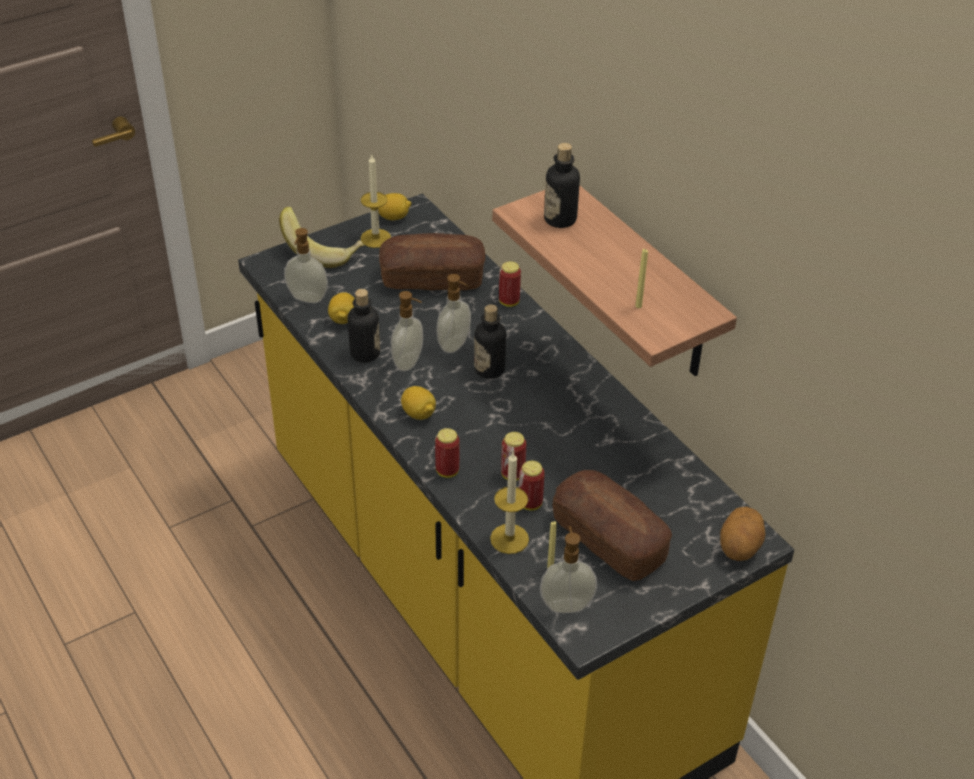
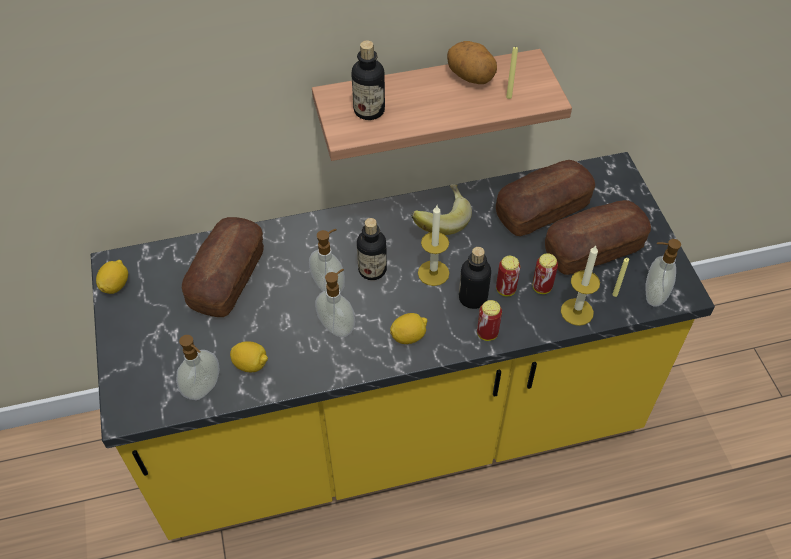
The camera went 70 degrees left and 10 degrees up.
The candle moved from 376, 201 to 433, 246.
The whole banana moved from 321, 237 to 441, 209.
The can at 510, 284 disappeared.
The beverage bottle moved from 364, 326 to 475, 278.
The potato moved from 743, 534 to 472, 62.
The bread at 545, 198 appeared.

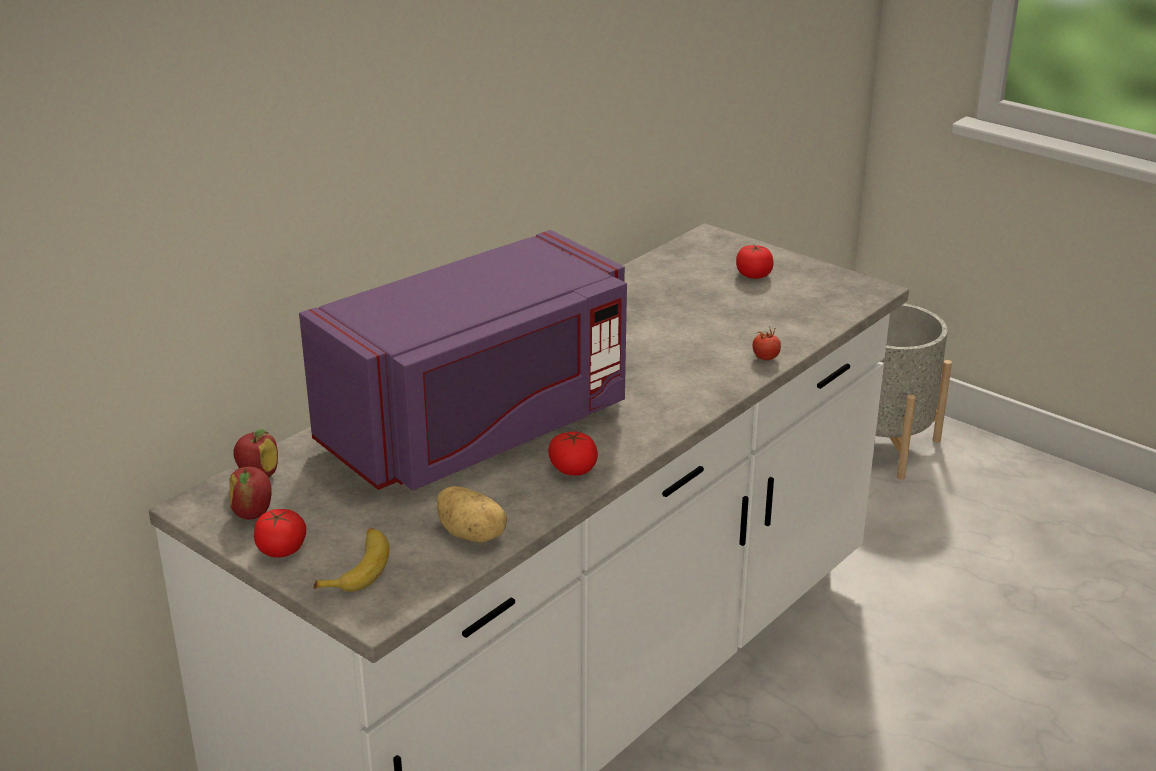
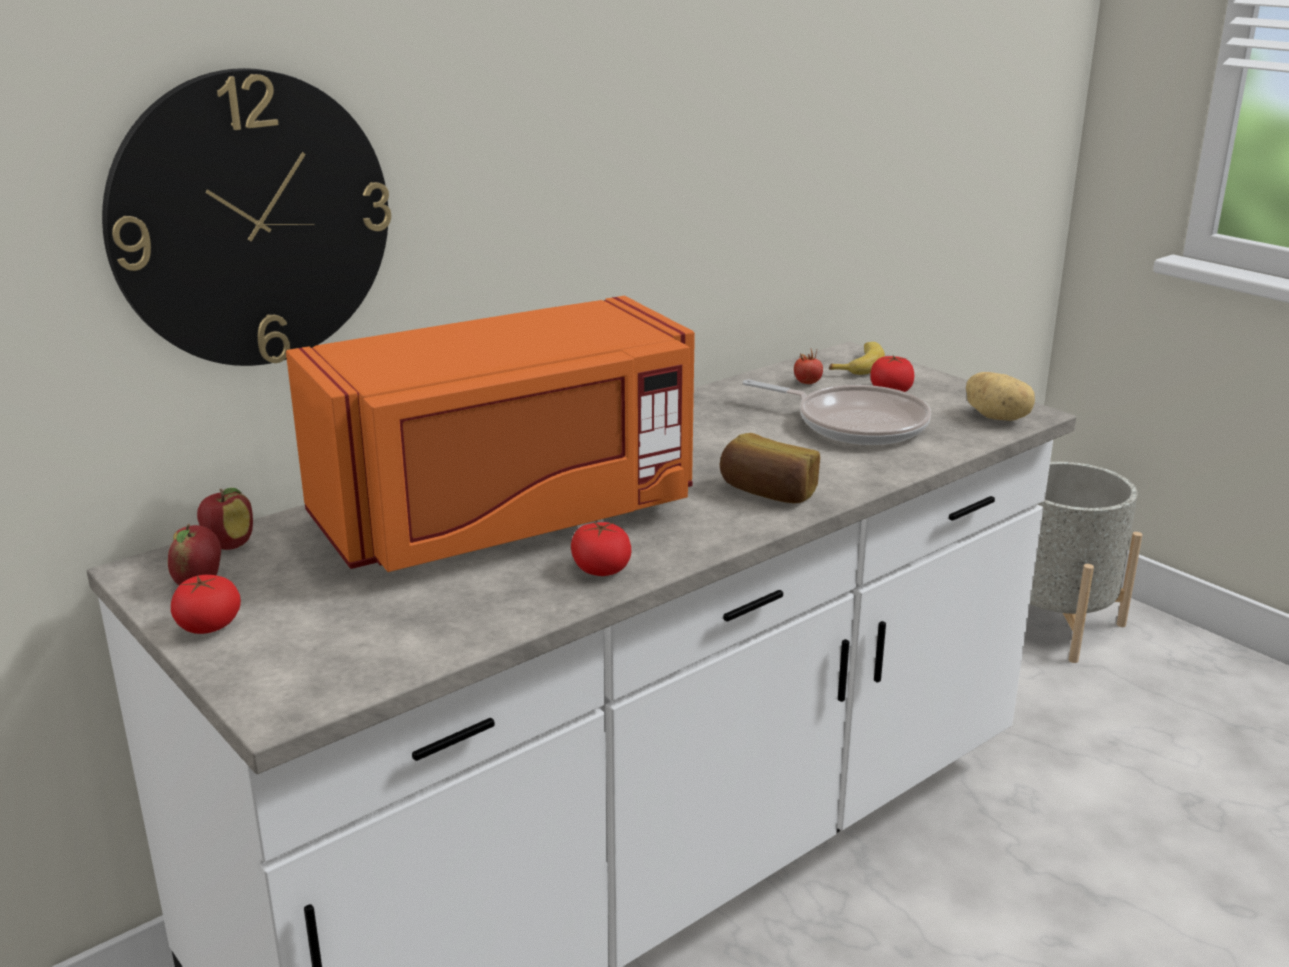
The camera went 10 degrees right and 5 degrees down.
The purple-coloured kitchen microwave at 463, 360 became the orange-coloured kitchen microwave at 490, 434.
The tomato moved from 767, 343 to 808, 367.
The potato moved from 472, 514 to 1000, 396.
The whole banana moved from 351, 560 to 857, 358.
The hanging clock at 246, 217 appeared.
The pan at 837, 412 appeared.
The bread at 770, 468 appeared.

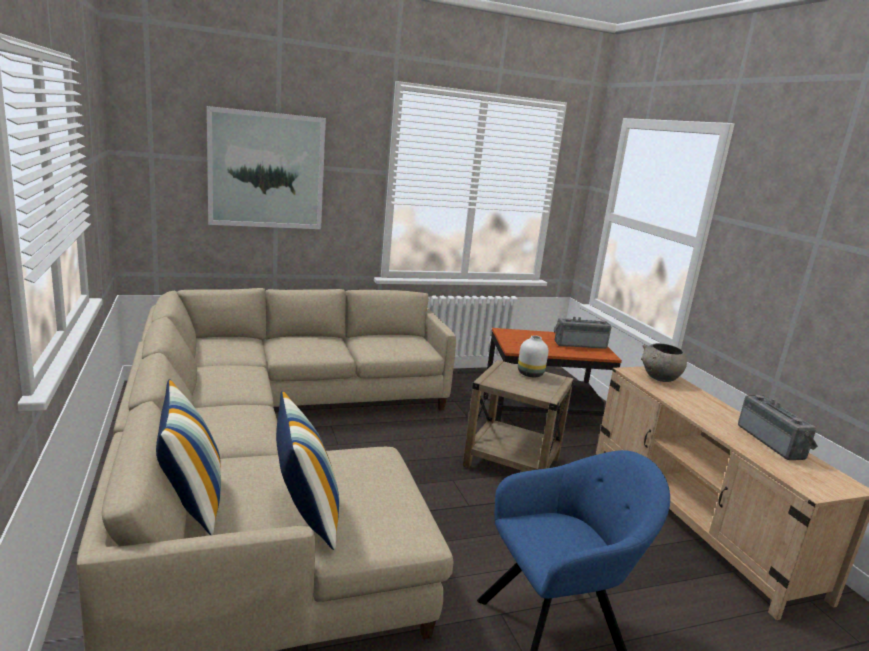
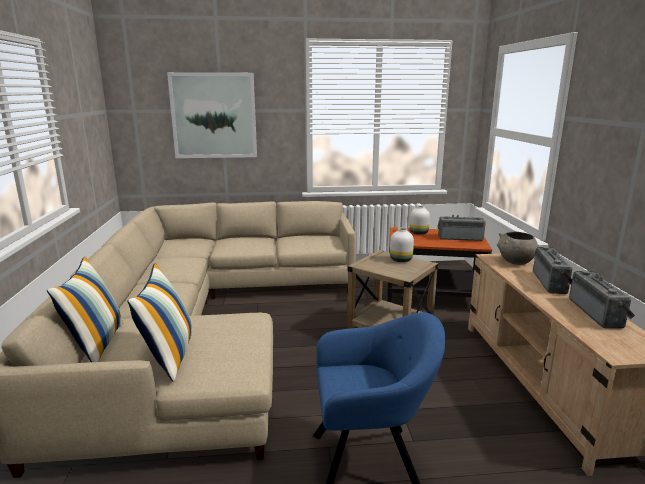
The camera went 15 degrees right and 0 degrees up.
The whitish decorative vase at 419, 220 appeared.
The radio set at 553, 270 appeared.

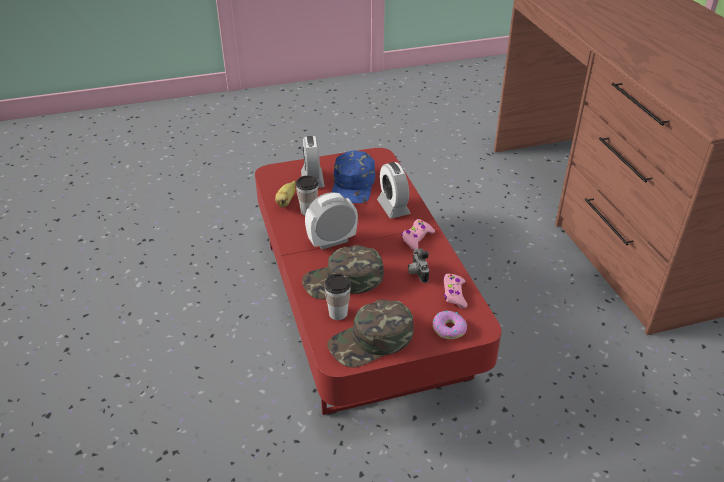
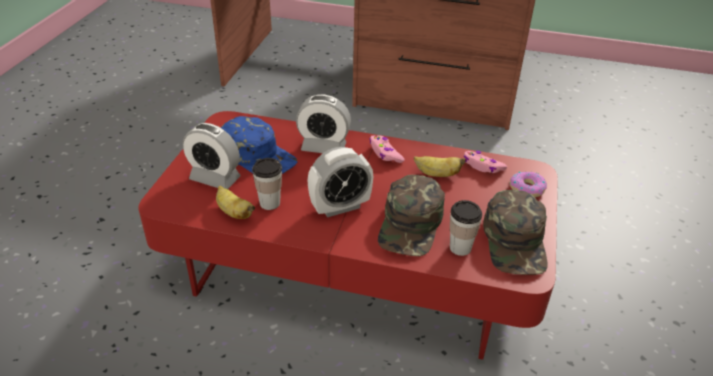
The camera went 60 degrees left and 0 degrees up.
The alarm clock at 331, 220 turned 120 degrees counterclockwise.
The still camera at 418, 265 was replaced by the whole banana at 440, 166.

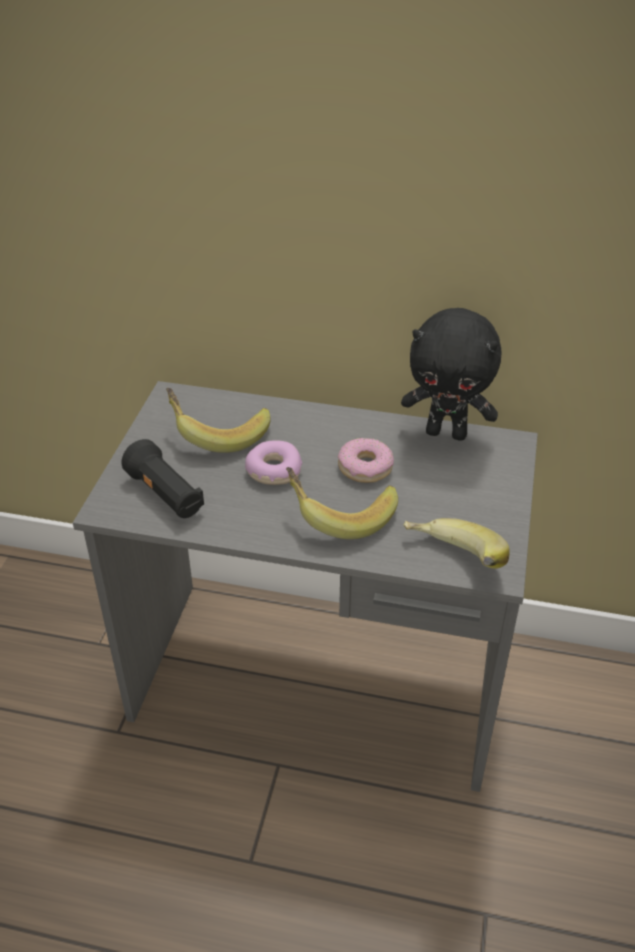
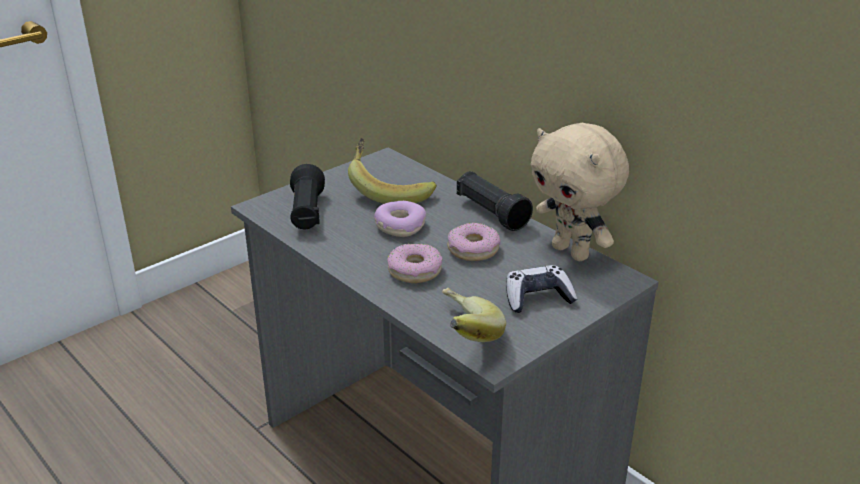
The camera went 35 degrees right and 10 degrees down.
The black cuddly toy at 451, 374 became the beige cuddly toy at 579, 192.
The whole banana at 342, 503 was replaced by the ring doughnut at 414, 263.
The black hand torch at 495, 201 appeared.
The game controller at 541, 289 appeared.

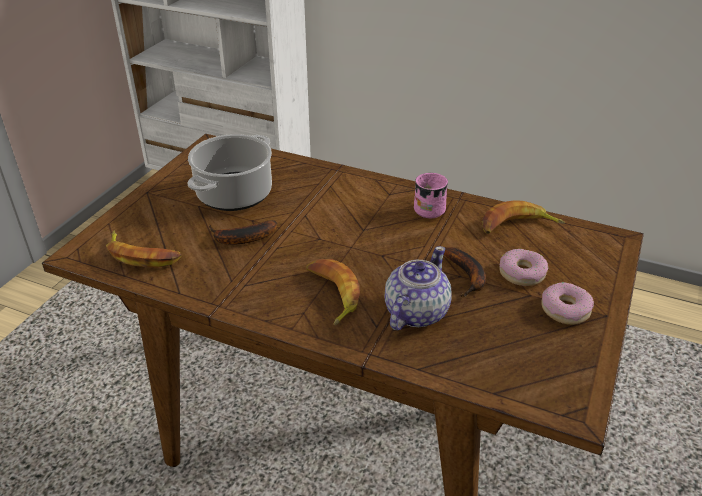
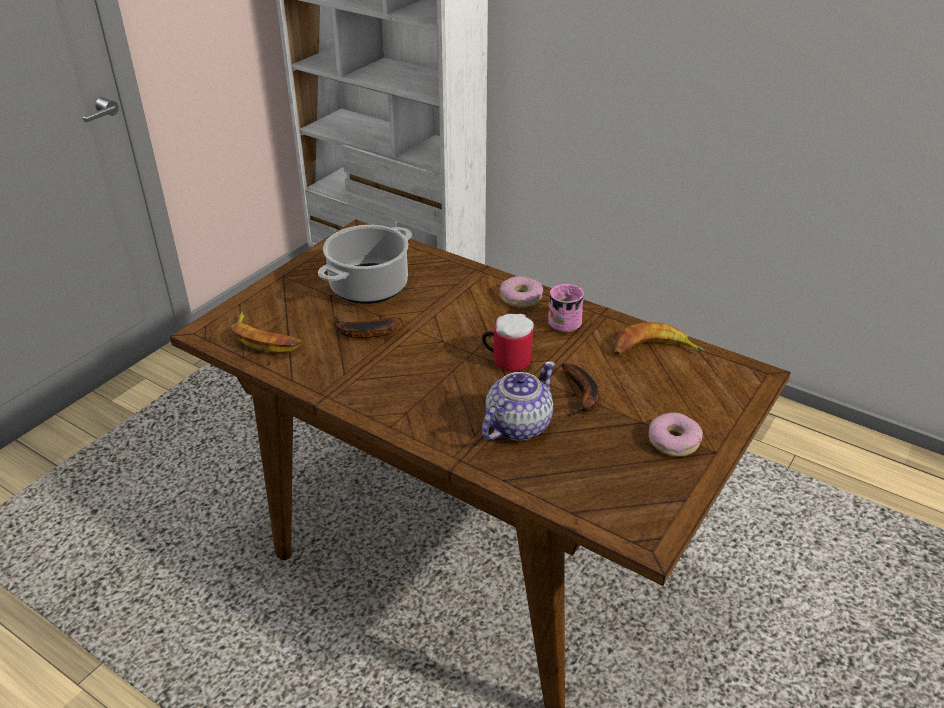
The camera went 10 degrees right and 0 degrees up.
The ring doughnut moved from 523, 267 to 521, 292.
The whole banana at 333, 292 disappeared.
The mug at 508, 342 appeared.

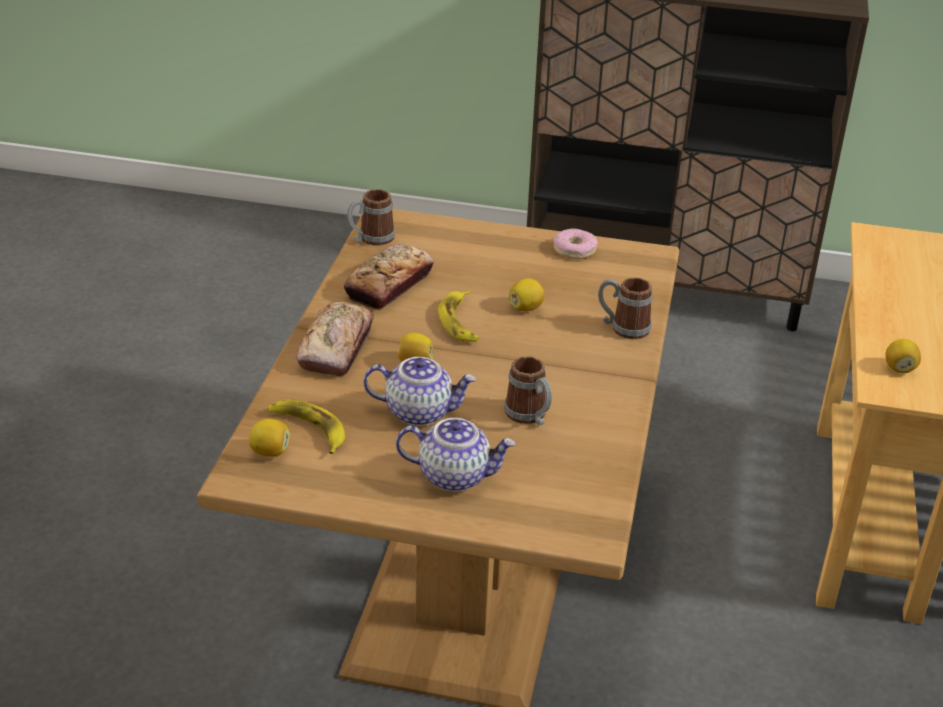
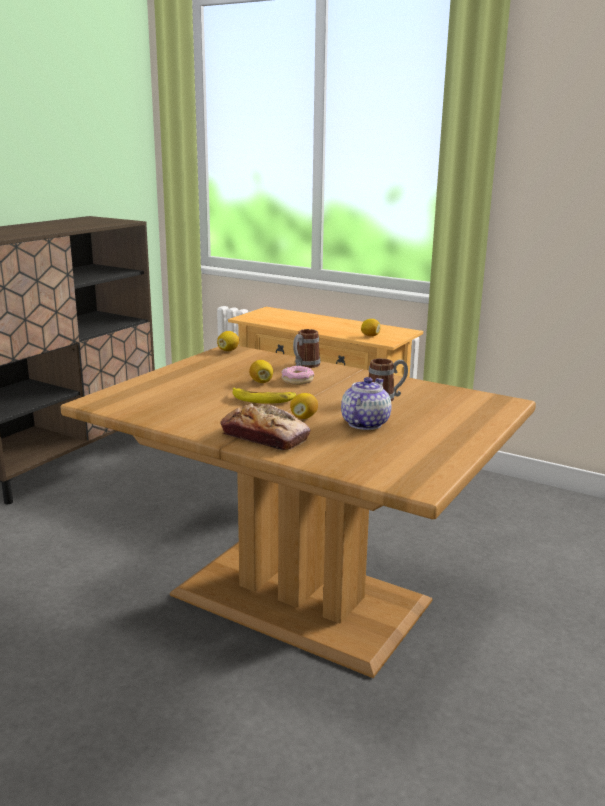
The camera went 70 degrees left and 15 degrees down.
The mug at 371, 217 disappeared.
The ring doughnut moved from 575, 244 to 297, 375.
The bread at 389, 276 disappeared.
The whole banana at 306, 426 disappeared.
The pot for tea at 456, 455 disappeared.
The lemon moved from 269, 438 to 228, 341.

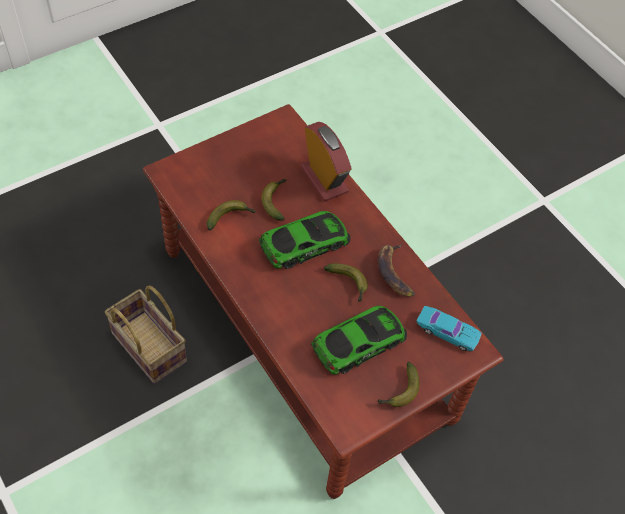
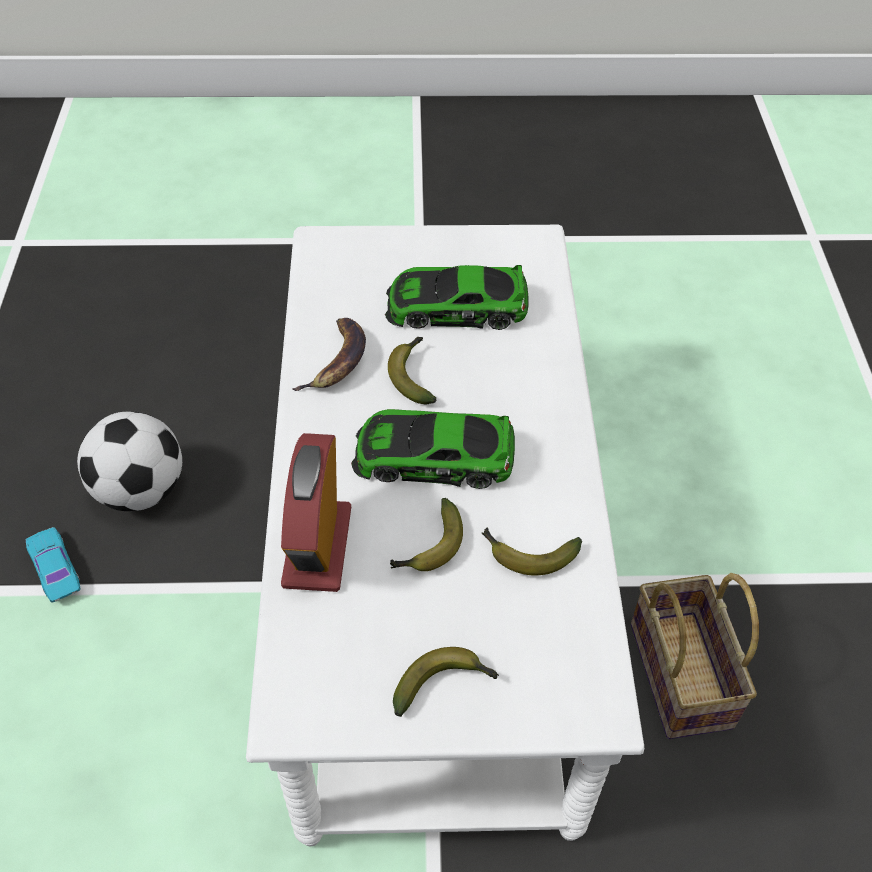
The camera went 145 degrees left and 5 degrees down.
The brownish coffee table at 323, 301 became the whitish coffee table at 445, 536.
The turquoise-coloured toy car moved from 449, 328 to 53, 565.
The whole banana moved from 399, 384 to 446, 682.
The football ball at 129, 461 appeared.

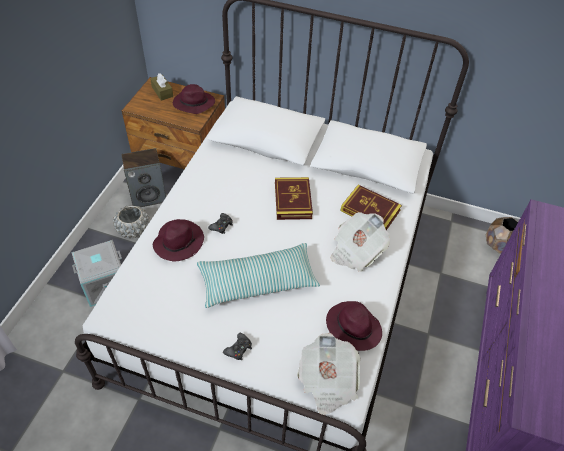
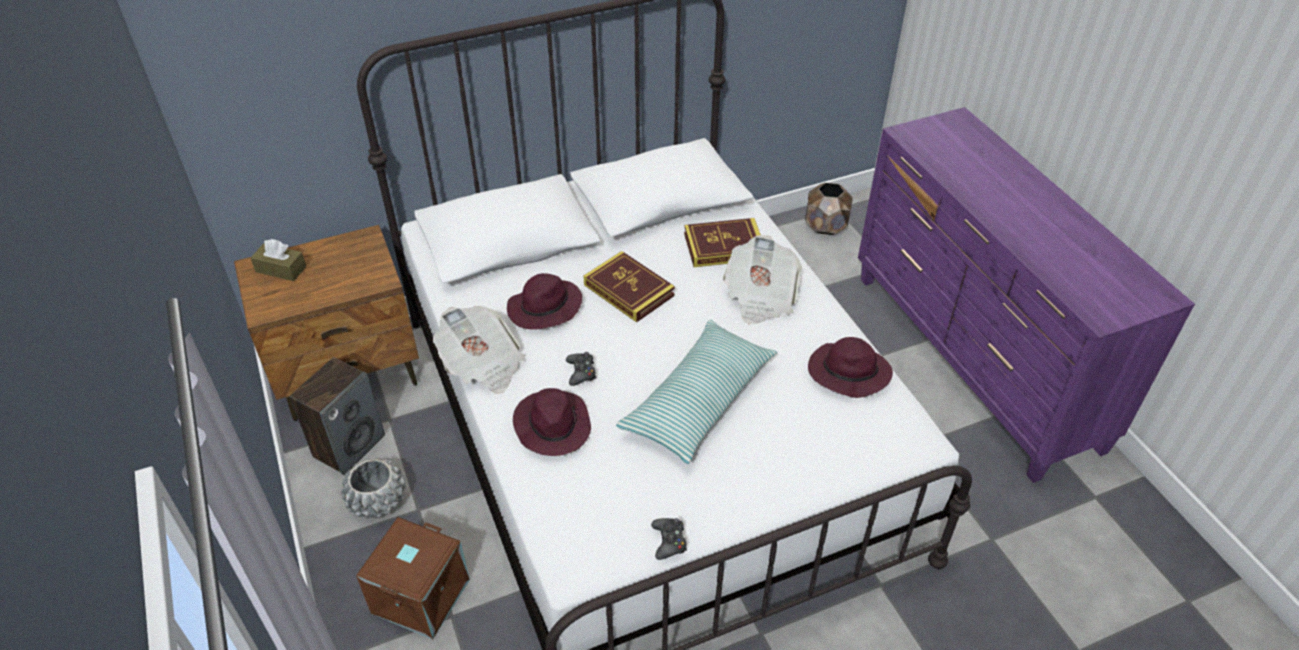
The camera went 40 degrees left and 5 degrees down.
The purple-coloured wearable hat moved from 194, 99 to 544, 301.
The gray storage box at 96, 273 became the brownish storage box at 413, 578.
The black game controller moved from 237, 346 to 669, 539.
The daily paper moved from 328, 374 to 479, 350.

